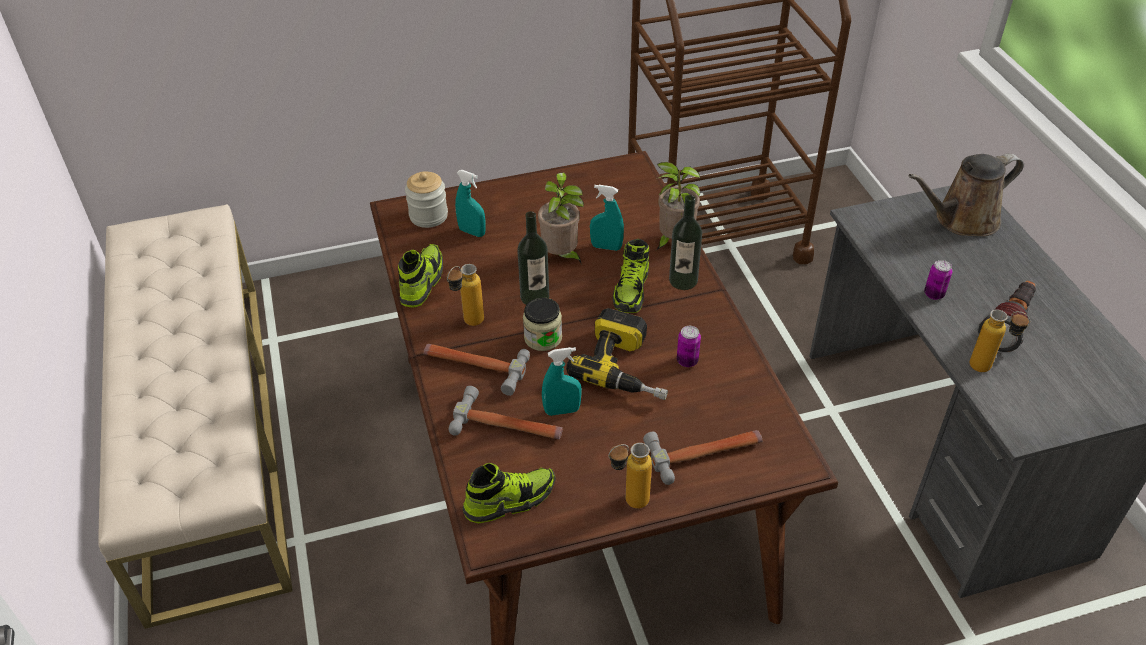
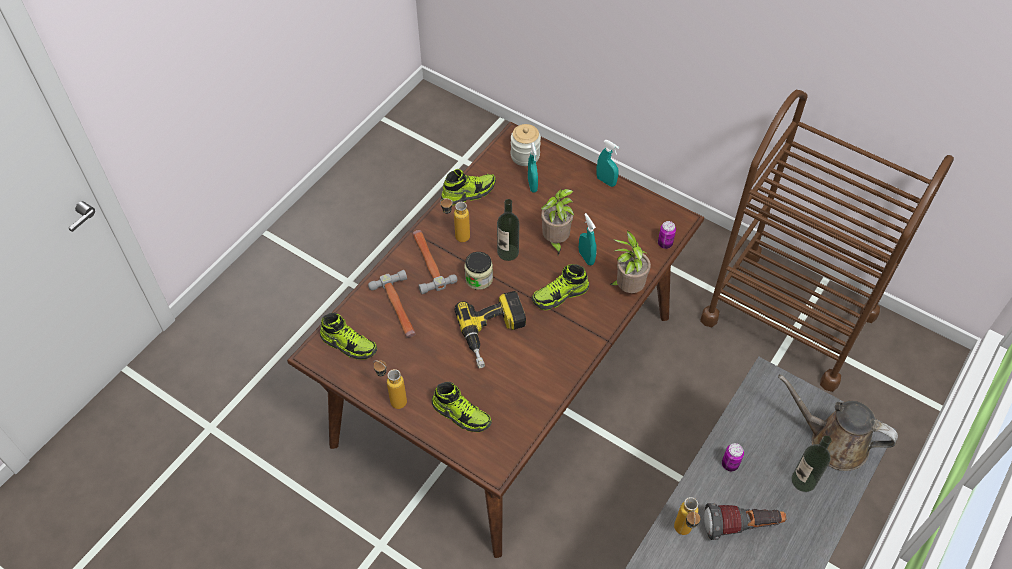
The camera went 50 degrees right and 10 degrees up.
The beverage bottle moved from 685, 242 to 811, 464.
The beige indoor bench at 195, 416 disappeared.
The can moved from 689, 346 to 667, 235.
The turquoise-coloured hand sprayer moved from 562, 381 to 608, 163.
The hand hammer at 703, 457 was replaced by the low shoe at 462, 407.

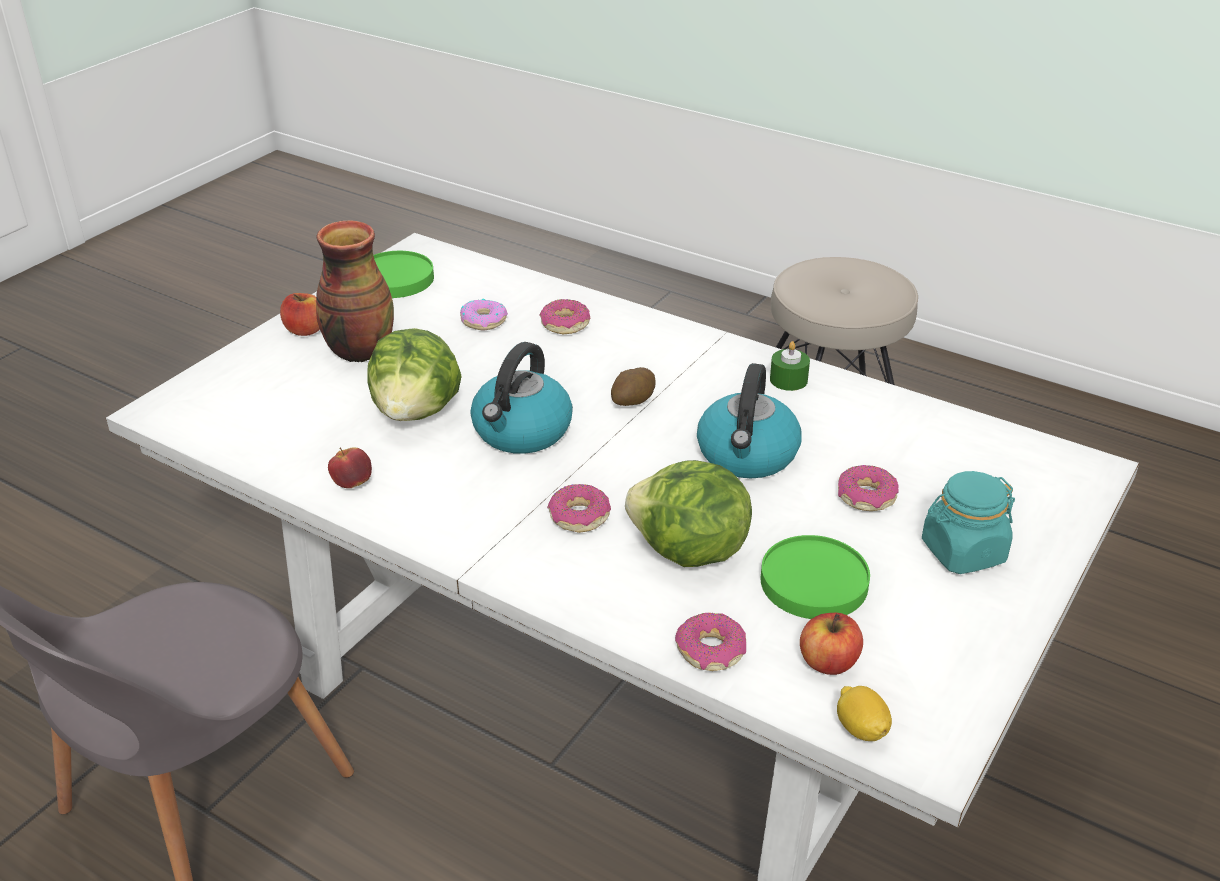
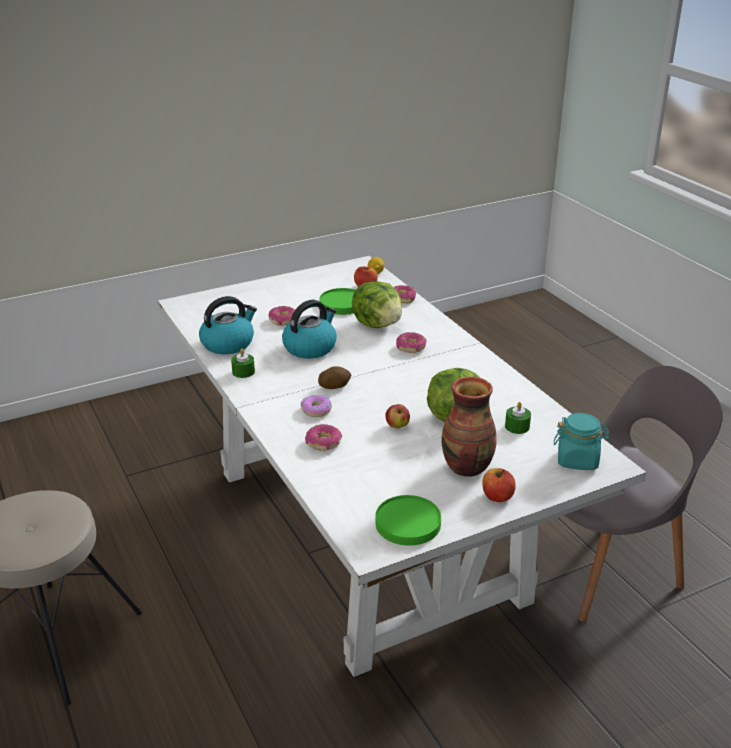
The camera went 150 degrees left and 5 degrees down.
The ring doughnut moved from 484, 314 to 316, 406.
The tea kettle moved from 521, 398 to 228, 325.
The whole apple moved from 350, 467 to 397, 416.
The turquoise-coloured jar moved from 968, 522 to 581, 441.
The greenish candle at 518, 418 appeared.

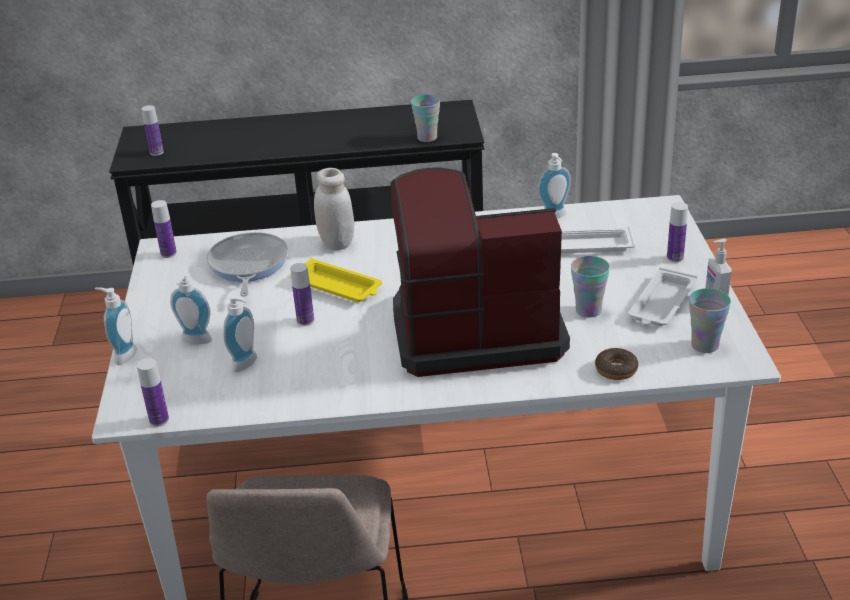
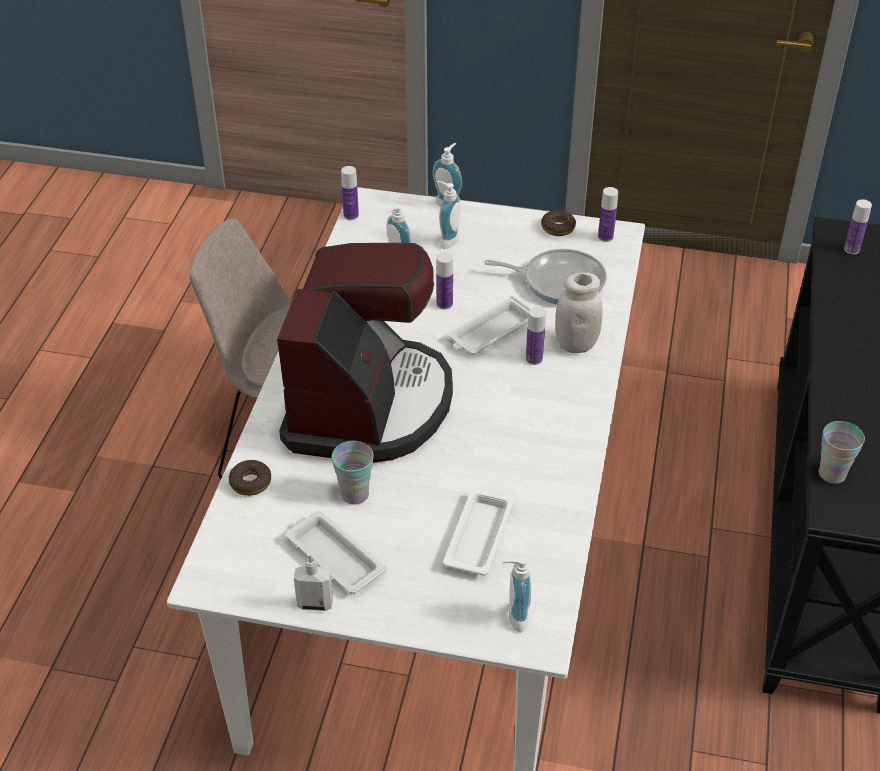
The camera went 105 degrees right and 10 degrees up.
The soap dispenser moved from 554, 185 to 517, 594.
The beverage bottle moved from 677, 232 to 536, 336.
The yellow serving tray at 336, 280 became the whitish serving tray at 489, 325.
The drinking cup at 710, 320 disappeared.
The ring doughnut at 558, 223 appeared.

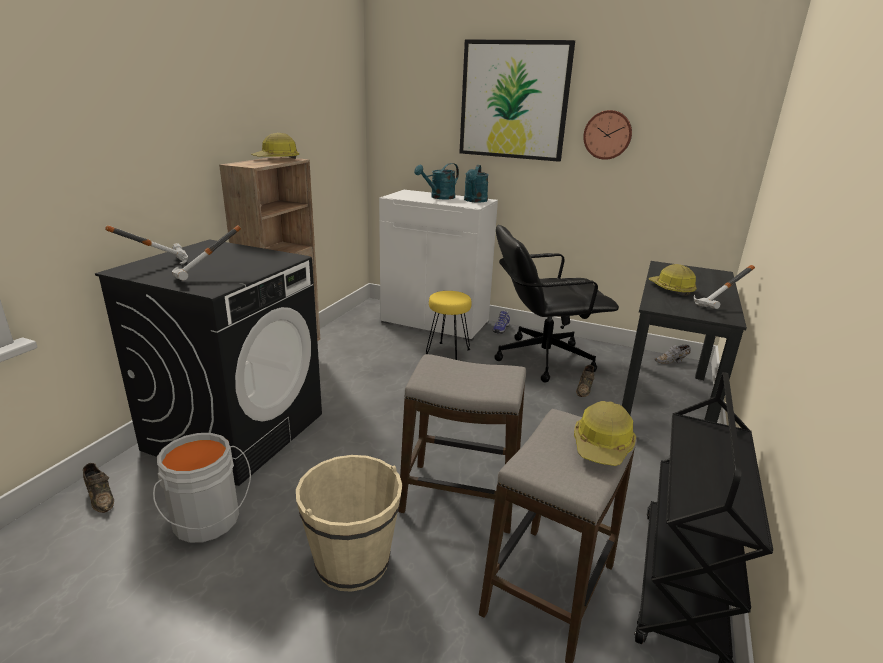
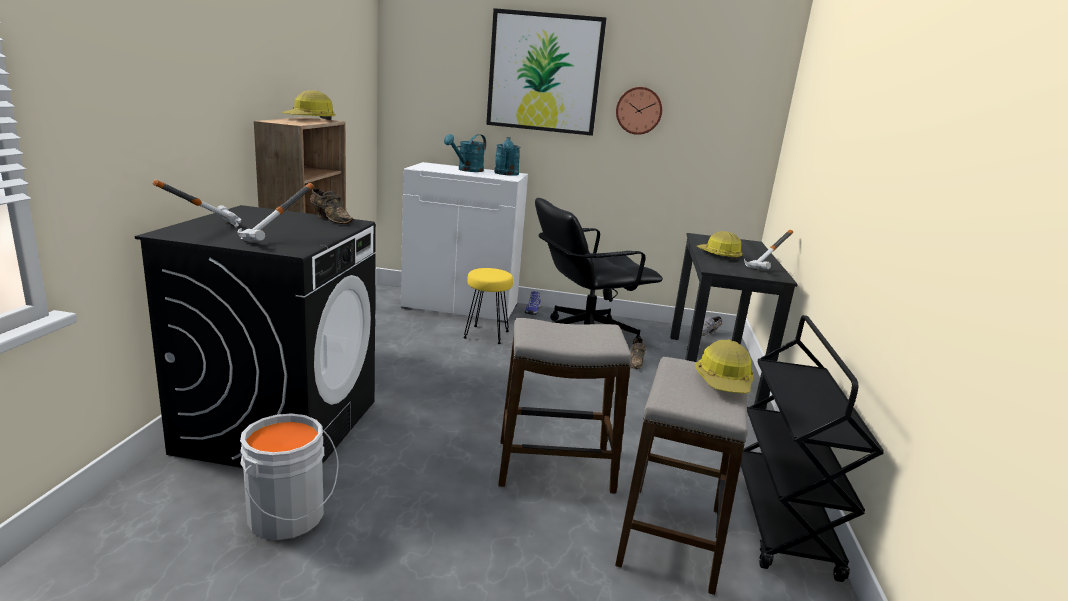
The camera went 15 degrees left and 5 degrees down.
The beige bucket at 349, 523 disappeared.
The brownish low shoe moved from 98, 488 to 332, 206.

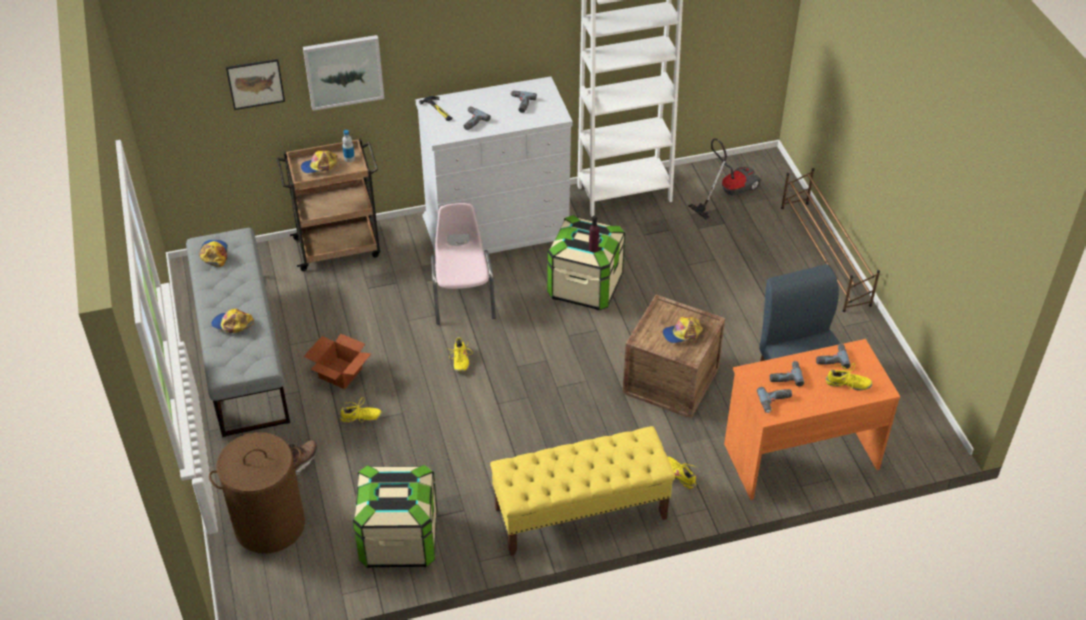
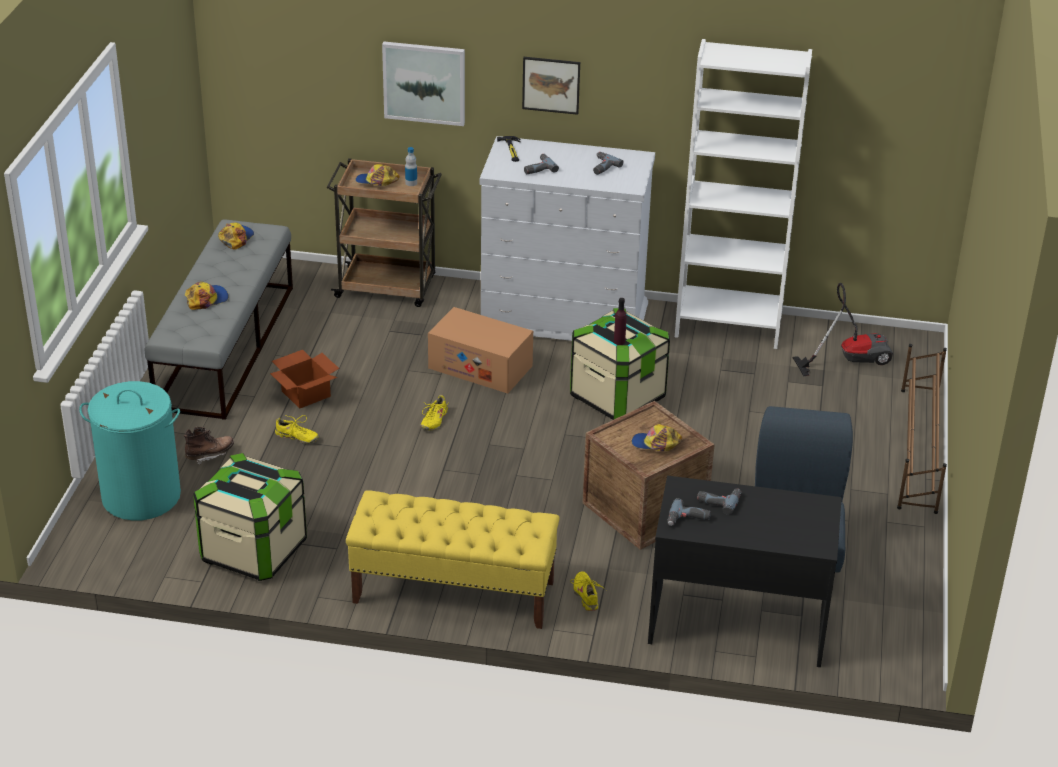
The camera went 25 degrees right and 10 degrees down.
The picture moved from 255, 84 to 551, 86.
The pink-coloured upright chair at 463, 264 was replaced by the carton at 480, 350.
The cap at 232, 321 turned 105 degrees clockwise.
The orange-coloured desk table at 812, 419 became the black desk table at 745, 571.
The electric drill at 833, 356 disappeared.
The yellow low shoe at 849, 377 disappeared.
The brownish laundry basket at 257, 492 became the turquoise-coloured laundry basket at 130, 451.

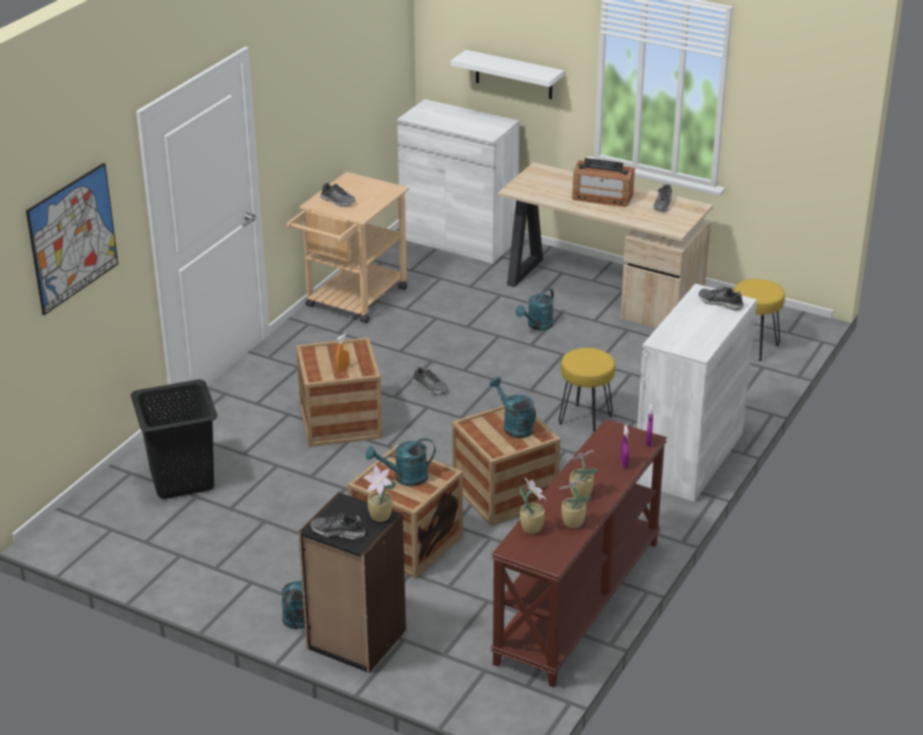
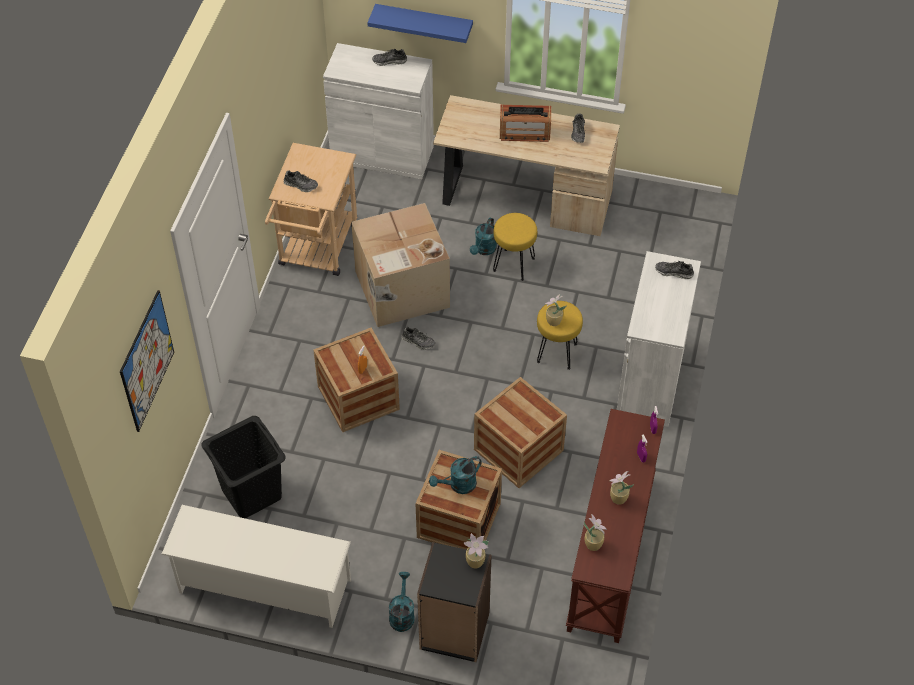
The camera went 15 degrees left and 20 degrees up.
The whitish bracket shelf at 507, 74 became the blue-coloured bracket shelf at 420, 23.
The yellow sitting stool moved from 759, 320 to 515, 247.
The turquoise-coloured watering pot at 512, 407 disappeared.
The potted plant moved from 575, 503 to 555, 310.
The low shoe moved from 338, 526 to 389, 57.
The carton at 400, 265 appeared.
The whitish shoe stand at 256, 566 appeared.

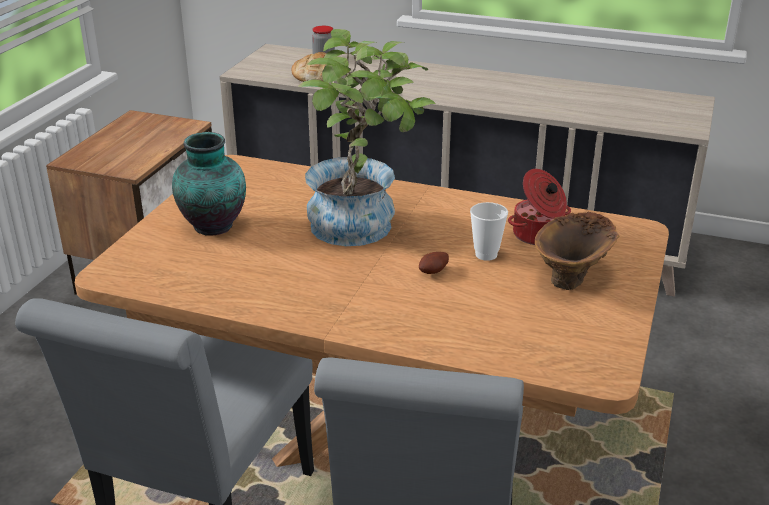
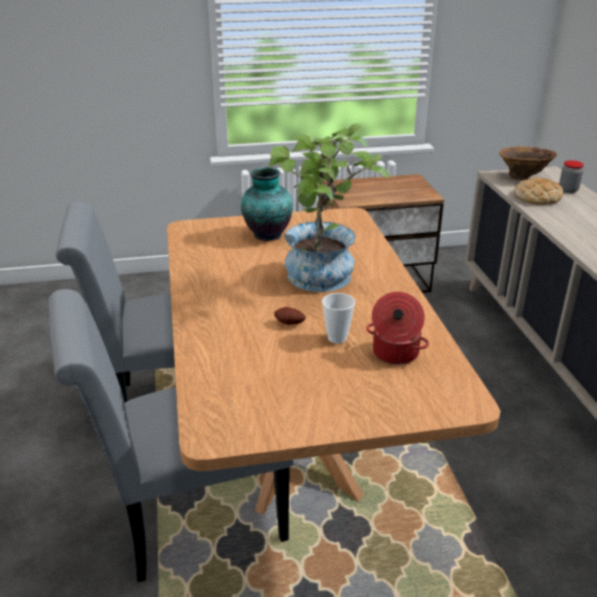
The camera went 60 degrees right and 0 degrees up.
The brownish decorative vase moved from 577, 251 to 528, 163.

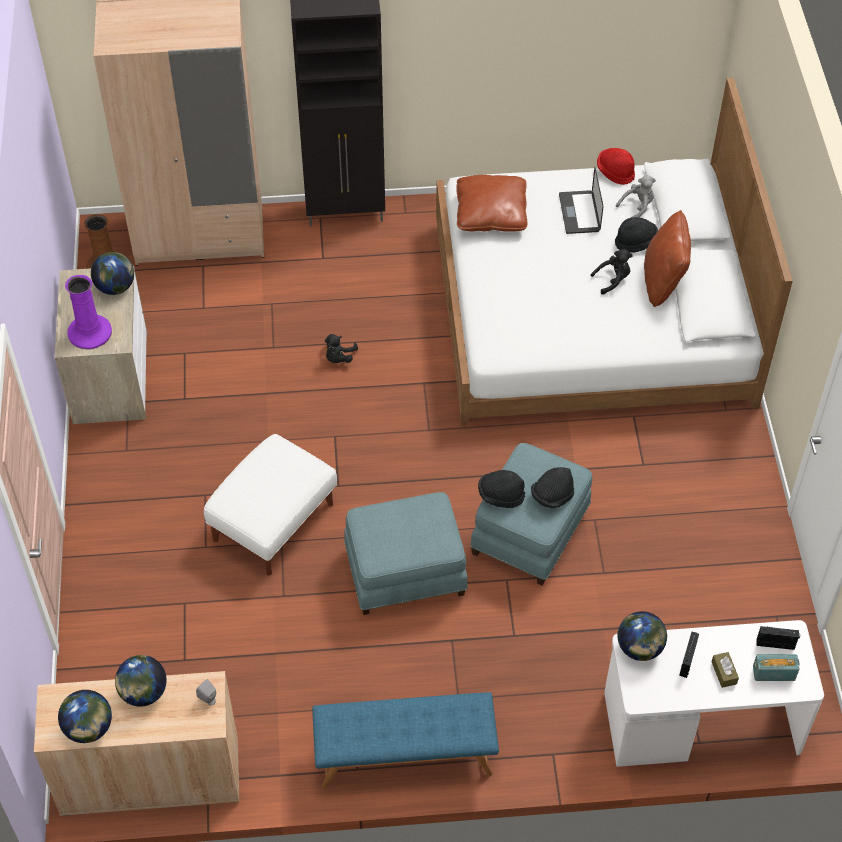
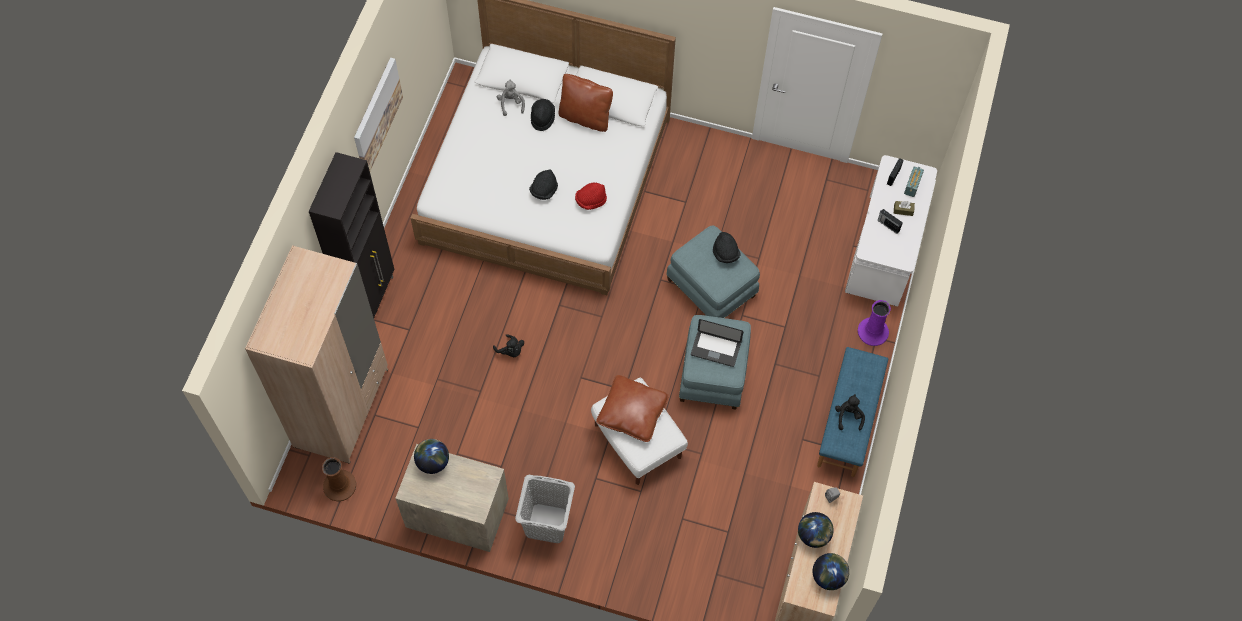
The camera went 70 degrees left and 10 degrees up.
The red-coloured wearable hat moved from 616, 166 to 591, 196.
The laptop moved from 581, 200 to 717, 343.
The brownish throw pillow moved from 492, 203 to 632, 408.
The black cuddly toy moved from 612, 272 to 850, 412.
The purple-coloured decorative vase moved from 88, 312 to 874, 323.
The black wearable hat moved from 501, 489 to 543, 184.
The desk globe at 642, 636 disappeared.
The picture at 378, 114 appeared.
The gray laundry basket at 545, 509 appeared.

